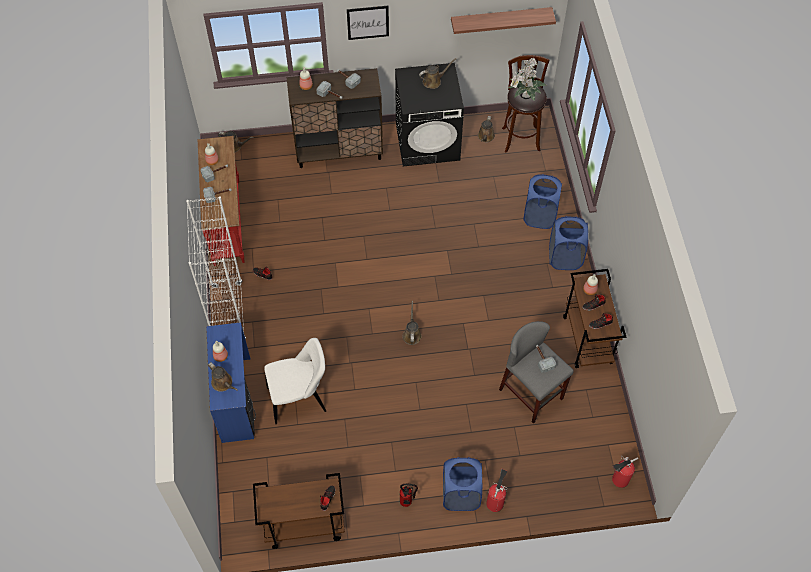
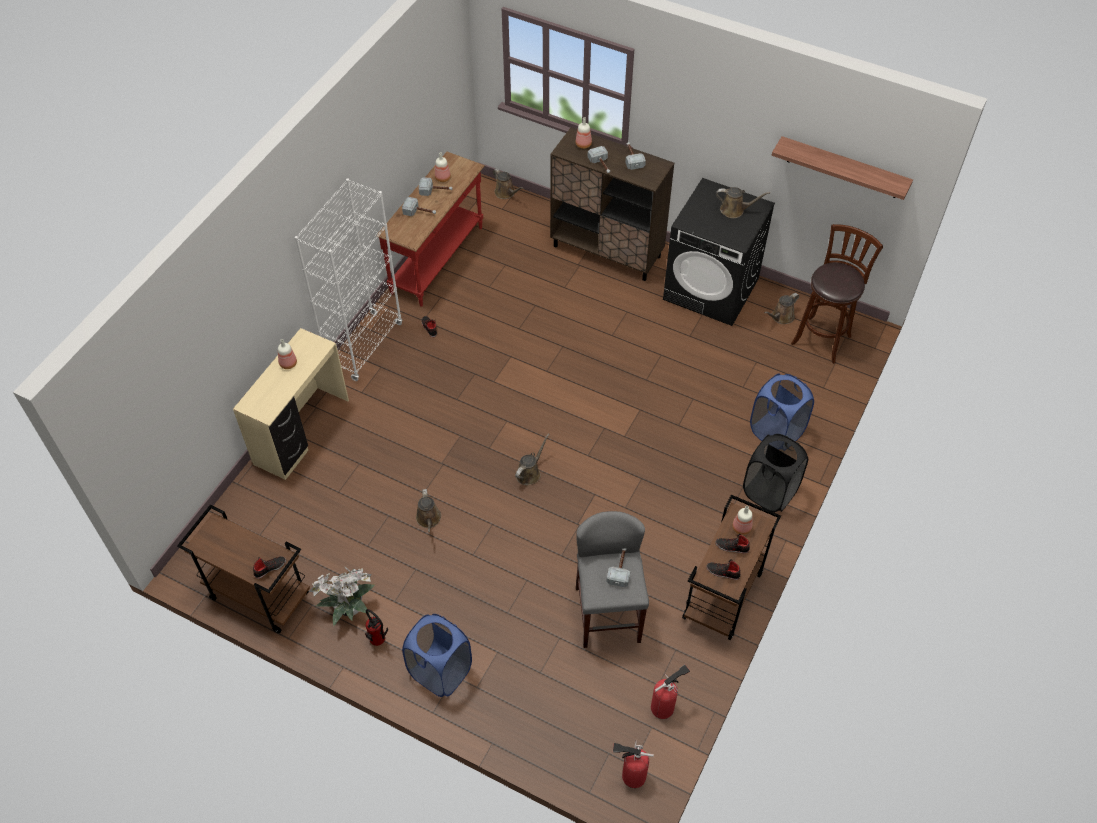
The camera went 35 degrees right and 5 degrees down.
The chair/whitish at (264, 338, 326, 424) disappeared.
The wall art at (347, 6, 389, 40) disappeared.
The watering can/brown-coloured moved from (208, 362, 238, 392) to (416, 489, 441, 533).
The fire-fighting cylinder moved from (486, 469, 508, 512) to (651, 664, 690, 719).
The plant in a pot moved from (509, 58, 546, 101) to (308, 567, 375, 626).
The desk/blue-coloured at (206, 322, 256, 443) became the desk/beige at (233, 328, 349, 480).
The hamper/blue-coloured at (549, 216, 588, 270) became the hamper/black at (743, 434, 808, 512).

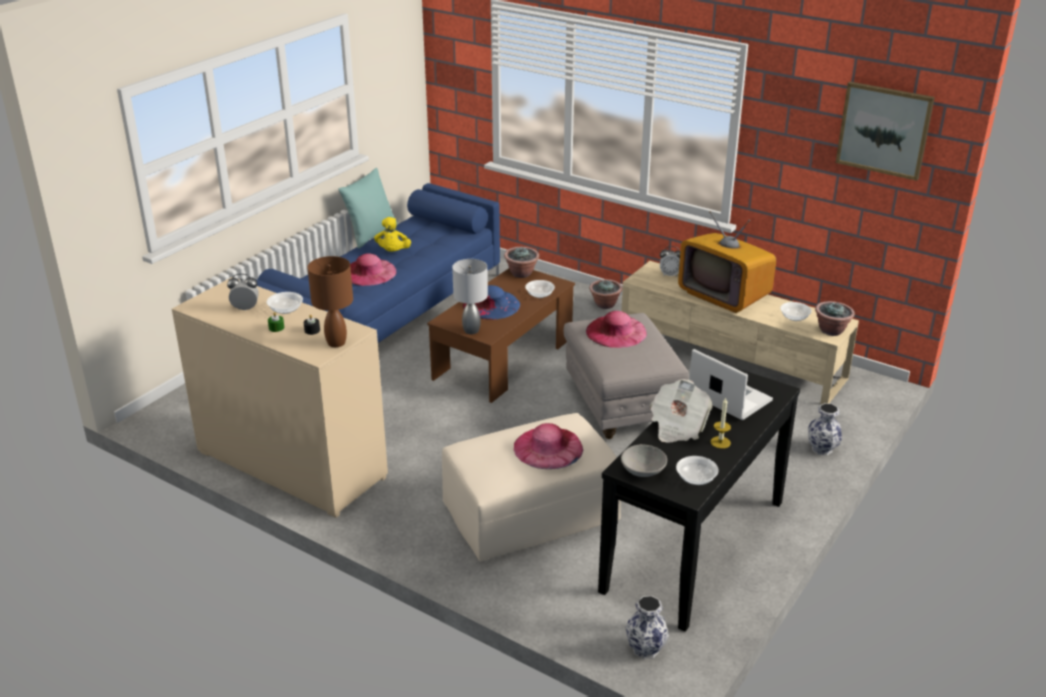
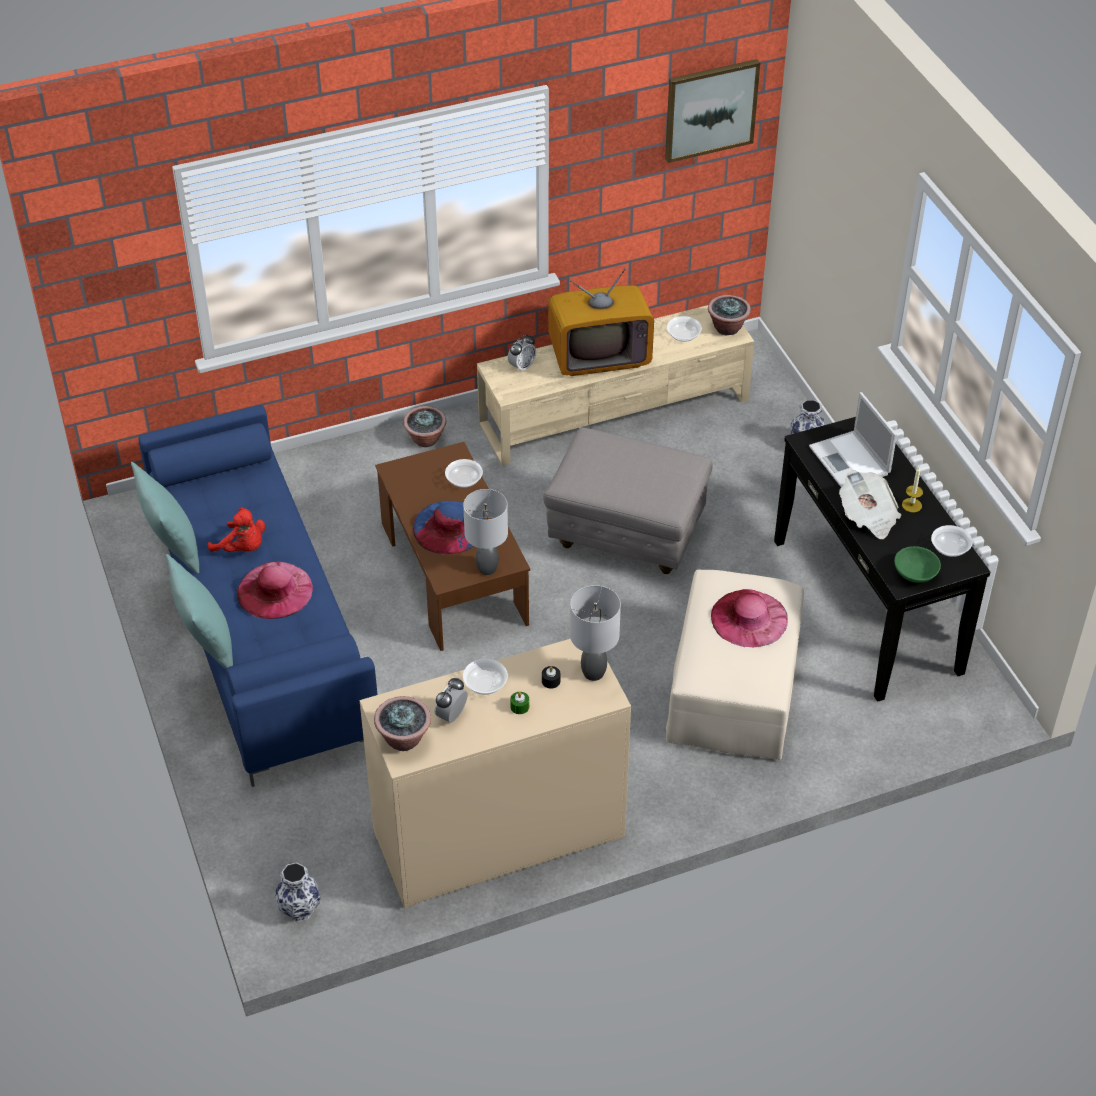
The camera went 55 degrees left and 15 degrees up.
The wearable hat/pinkish at (586, 311, 647, 348) disappeared.
The throw pillow/turquoise-coloured at (166, 554, 233, 669) appeared.
The plant in a pot moved from (504, 247, 539, 278) to (374, 696, 431, 751).
The flower vase moved from (626, 596, 669, 659) to (275, 863, 321, 922).
The lamp for a table/brown-coloured at (307, 256, 353, 347) became the lamp for a table/greyish at (570, 585, 621, 681).
The plush toy/yellow at (374, 217, 411, 252) became the plush toy/red at (208, 507, 265, 552).
The serving bowl/greyish at (621, 444, 667, 477) became the serving bowl/green-coloured at (894, 546, 941, 583).
The portable computer at (689, 349, 773, 420) turned 105 degrees counterclockwise.

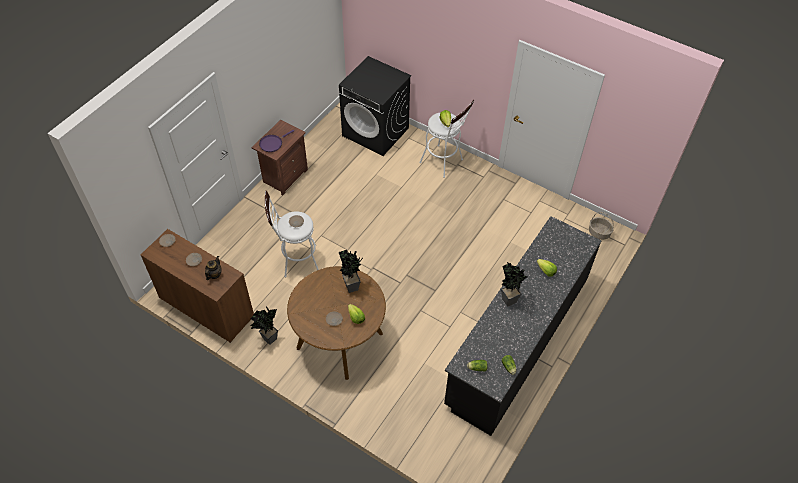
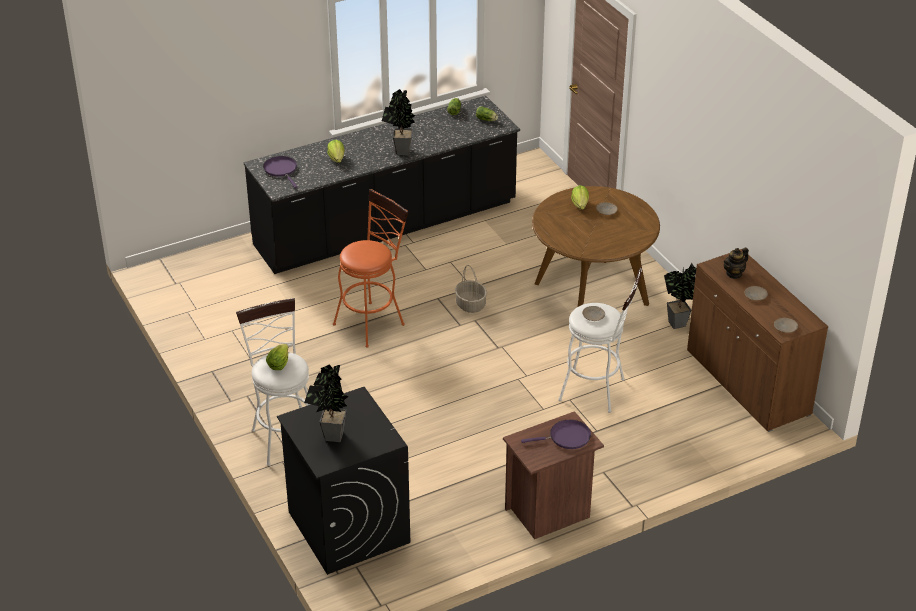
The camera went 150 degrees left and 15 degrees down.
The skillet/purple at (263, 156, 297, 188) appeared.
The sitting stool/orange-coloured at (333, 189, 409, 348) appeared.
The plant in a pot moved from (339, 250, 363, 293) to (304, 364, 348, 442).
The household basket moved from (589, 212, 614, 240) to (455, 265, 487, 313).

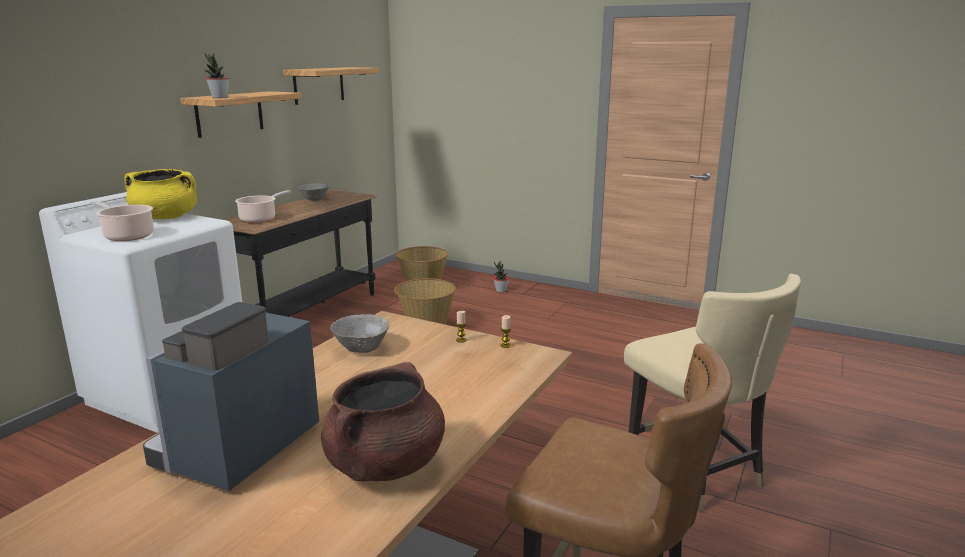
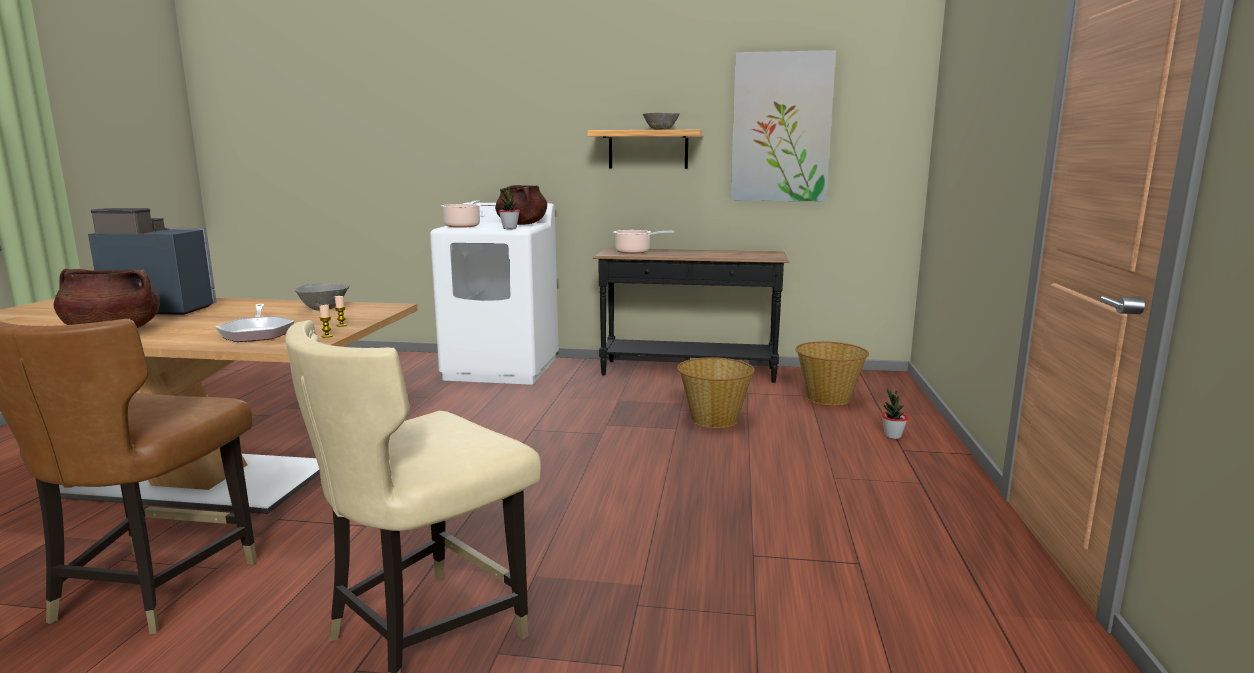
The camera went 70 degrees right and 5 degrees down.
The skillet at (215, 304, 294, 342) appeared.
The plant in a pot moved from (204, 53, 229, 98) to (499, 187, 520, 229).
The serving bowl/greyish moved from (298, 183, 330, 201) to (643, 113, 680, 130).
The bracket shelf at (283, 67, 379, 105) was replaced by the wall art at (730, 50, 836, 201).
The saucepot/yellow at (124, 169, 197, 219) became the saucepot/brown-coloured at (495, 185, 547, 225).

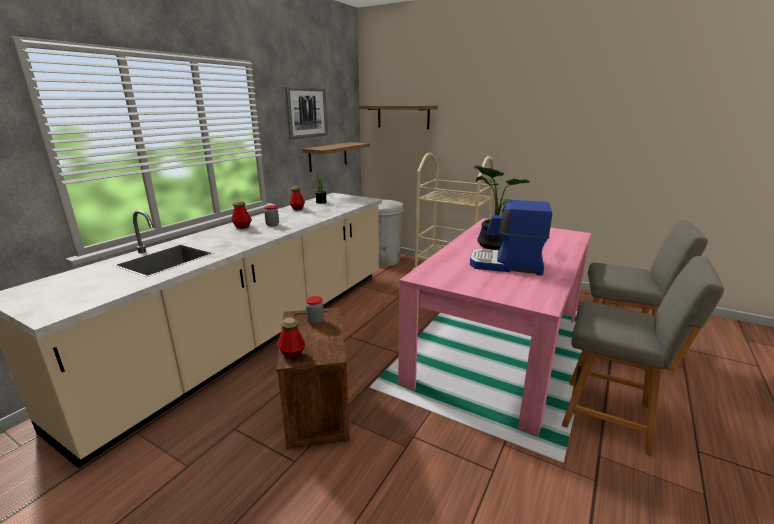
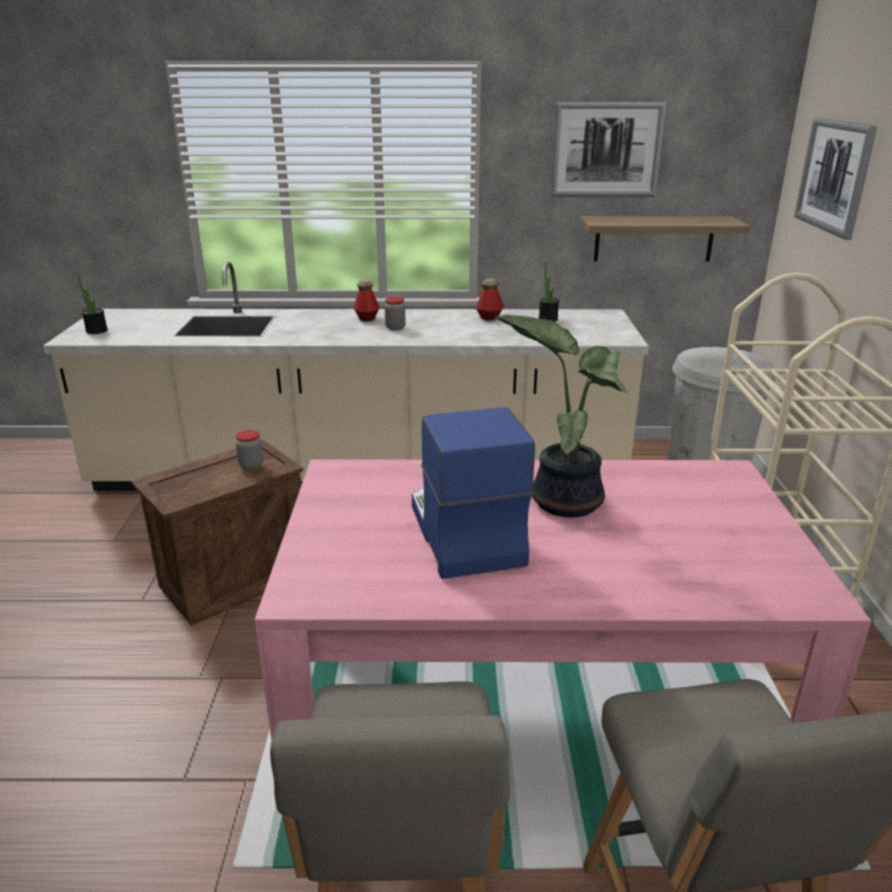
The camera went 60 degrees right and 5 degrees up.
The beverage bottle at (277, 317, 305, 359) disappeared.
The plant in a pot at (77, 272, 108, 334) appeared.
The bracket shelf at (358, 105, 438, 129) was replaced by the wall art at (794, 118, 877, 240).

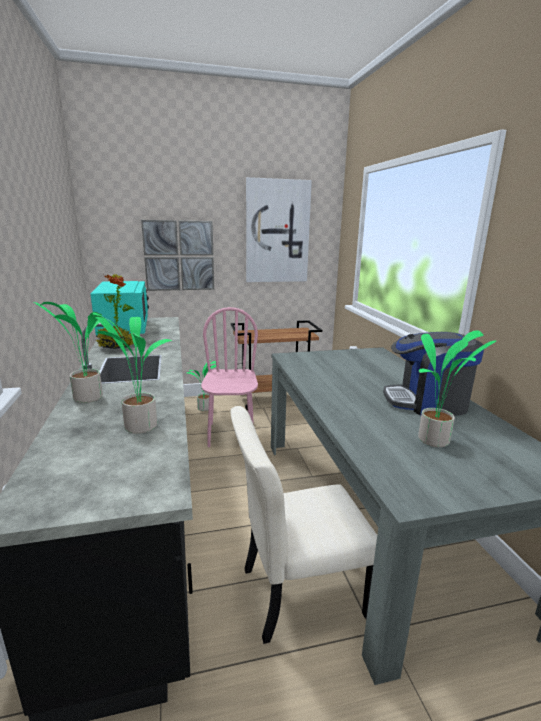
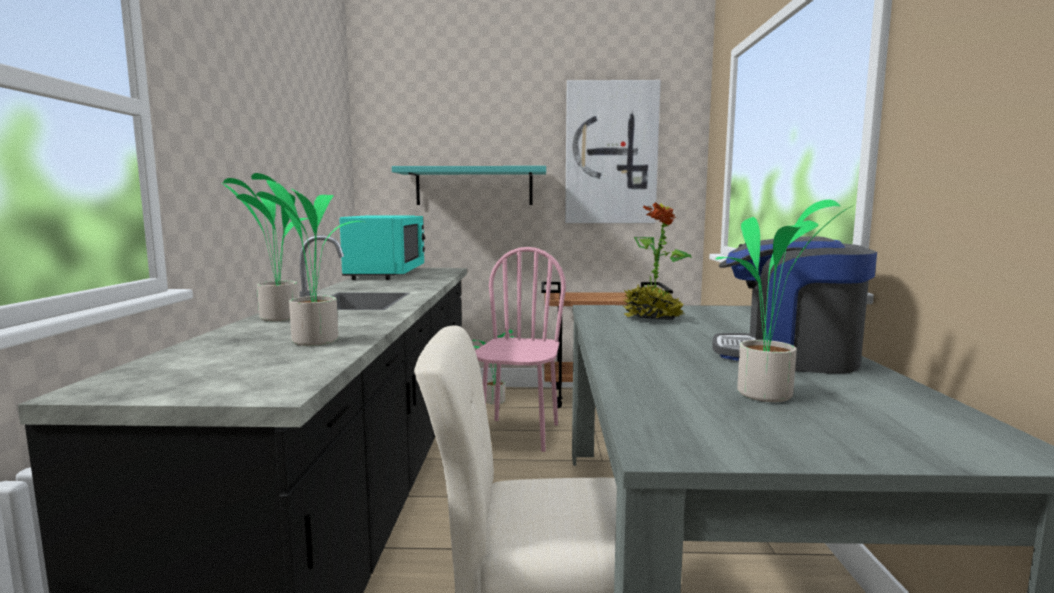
The camera went 15 degrees right and 10 degrees down.
The plant in a pot moved from (96, 274, 134, 349) to (623, 202, 692, 320).
The wall art at (141, 220, 214, 291) was replaced by the bracket shelf/turquoise-coloured at (392, 166, 546, 205).

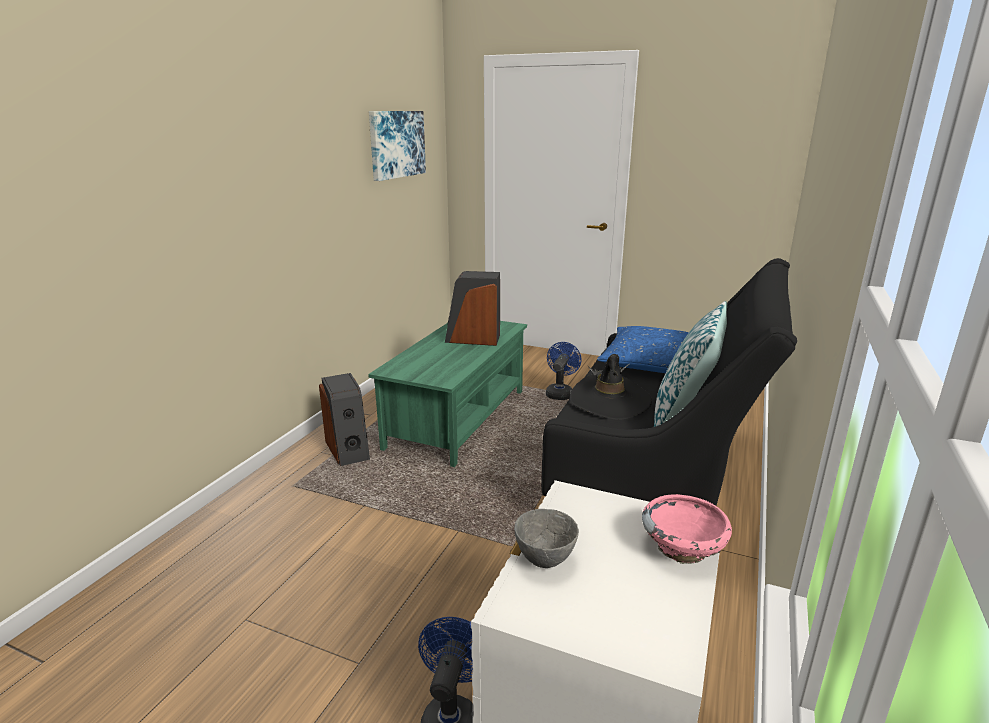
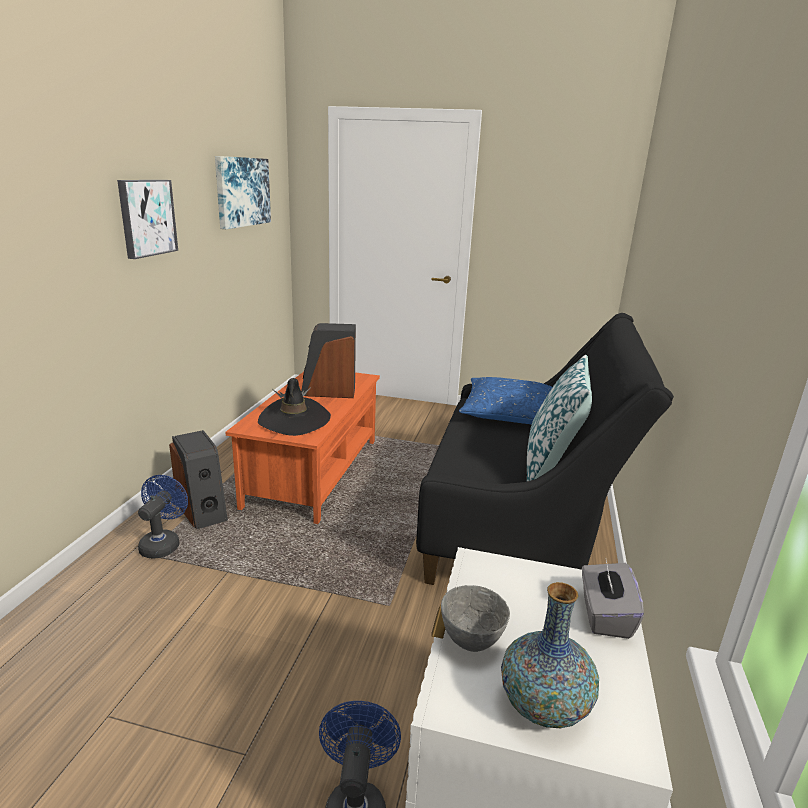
The camera went 10 degrees left and 0 degrees up.
The wall art at (117, 180, 178, 259) appeared.
The flower vase at (501, 582, 599, 728) appeared.
The cooling fan/blue-coloured moved from (546, 342, 581, 400) to (138, 475, 188, 559).
The wearable hat/black moved from (570, 354, 652, 420) to (258, 378, 331, 436).
The serving bowl/pinkish at (642, 494, 732, 564) was replaced by the tissue box/greyish at (582, 560, 644, 639).
The coffee table/green-coloured at (368, 321, 527, 467) became the coffee table/orange-coloured at (225, 372, 380, 524).

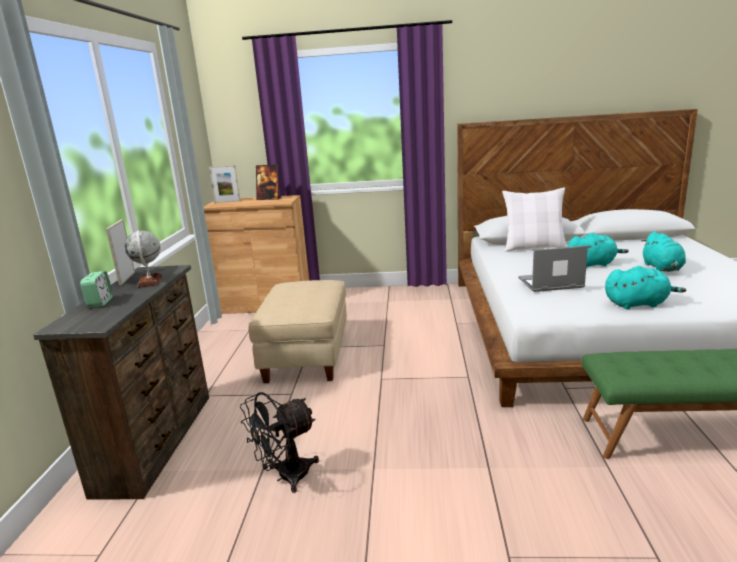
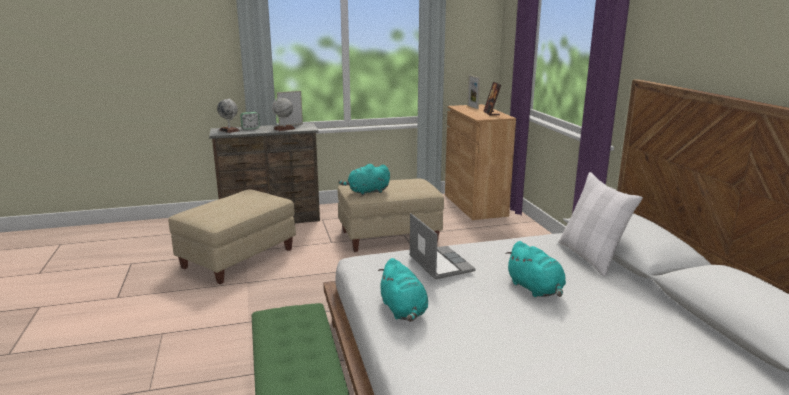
The camera went 70 degrees right and 0 degrees up.
The globe at (217, 98, 240, 133) appeared.
The plush toy/turquoise-coloured moved from (641, 232, 686, 272) to (338, 164, 390, 196).
The cooling fan/black at (240, 392, 319, 493) was replaced by the ottoman/beige at (168, 189, 296, 284).

